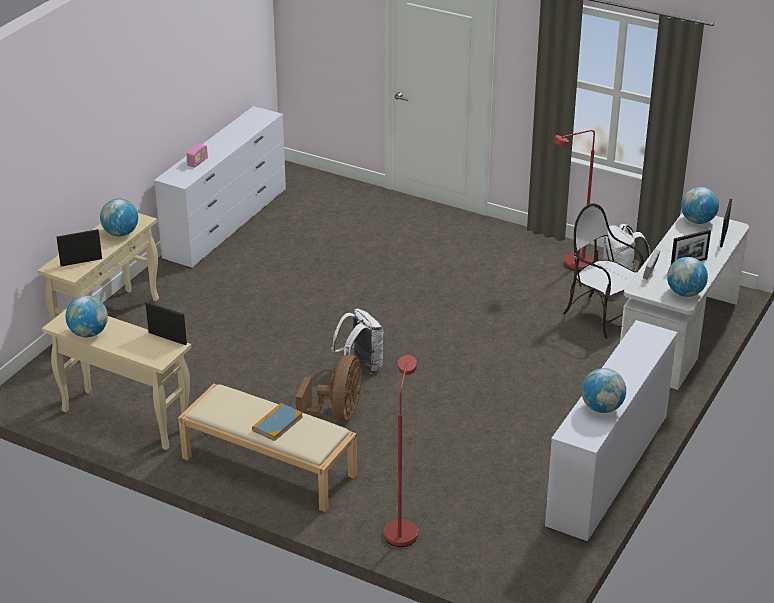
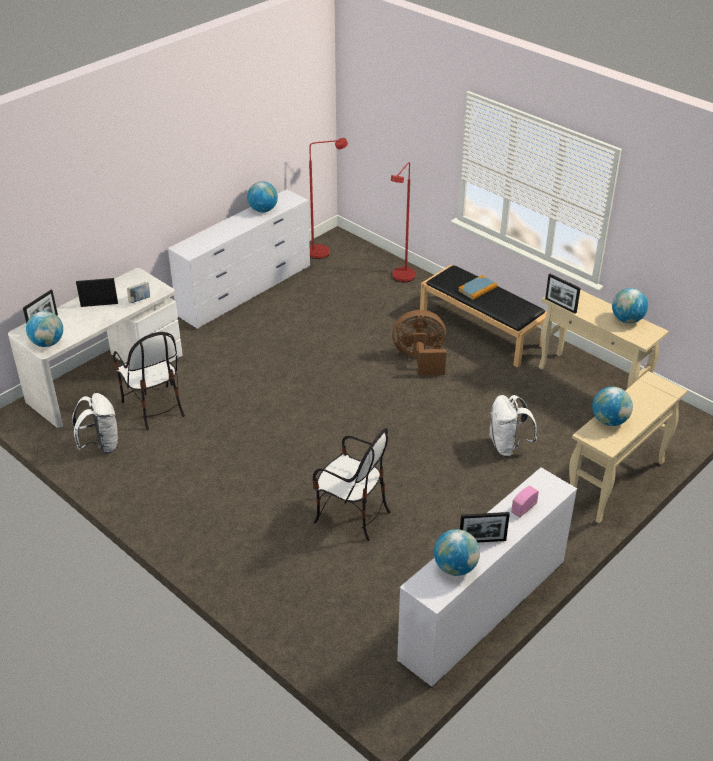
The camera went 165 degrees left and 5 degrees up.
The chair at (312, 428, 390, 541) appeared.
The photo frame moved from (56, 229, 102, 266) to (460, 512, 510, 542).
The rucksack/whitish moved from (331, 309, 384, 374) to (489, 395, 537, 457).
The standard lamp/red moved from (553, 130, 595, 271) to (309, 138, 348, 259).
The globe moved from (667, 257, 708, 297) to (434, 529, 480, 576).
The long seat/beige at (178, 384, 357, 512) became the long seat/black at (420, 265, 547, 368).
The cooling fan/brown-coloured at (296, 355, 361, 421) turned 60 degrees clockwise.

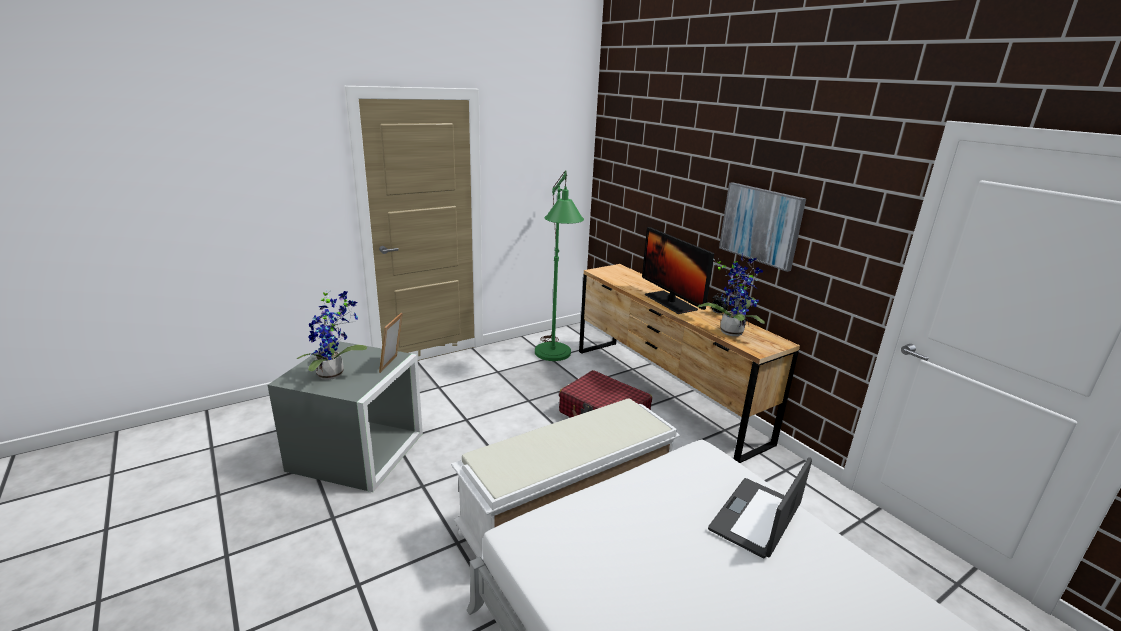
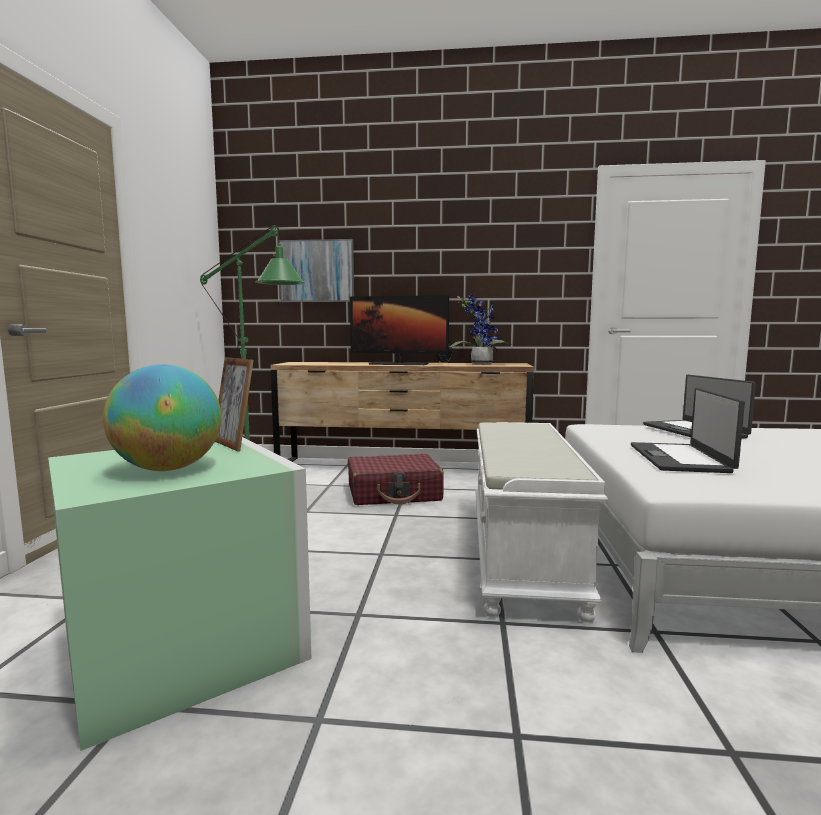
The camera went 50 degrees left and 15 degrees down.
The portable computer at (631, 388, 745, 473) appeared.
The wall art moved from (719, 182, 806, 272) to (279, 239, 354, 302).
The plant in a pot at (297, 289, 368, 380) was replaced by the globe at (103, 364, 221, 471).
The storage container/greyish at (268, 341, 423, 492) became the storage container/green-coloured at (48, 437, 311, 751).

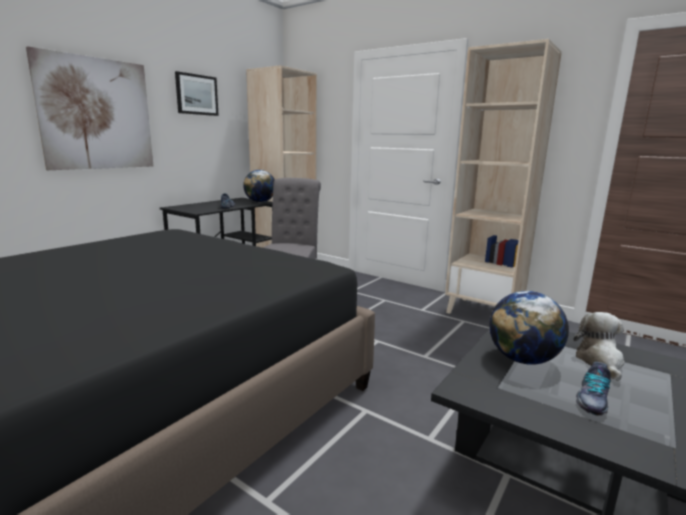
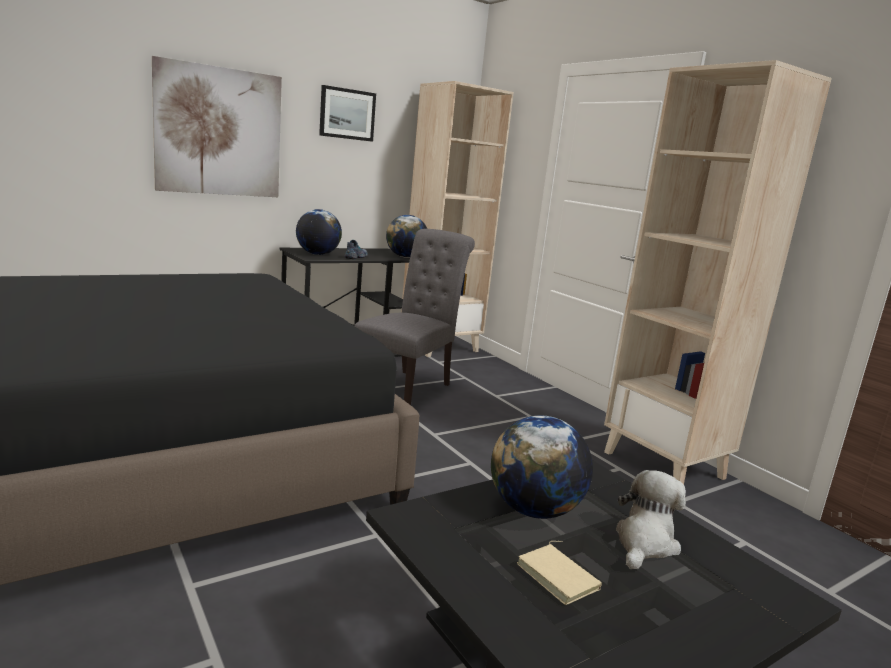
The camera went 20 degrees right and 0 degrees up.
The globe at (296, 209, 342, 255) appeared.
The shoe at (576, 362, 611, 416) was replaced by the volume/beige at (517, 541, 602, 605).

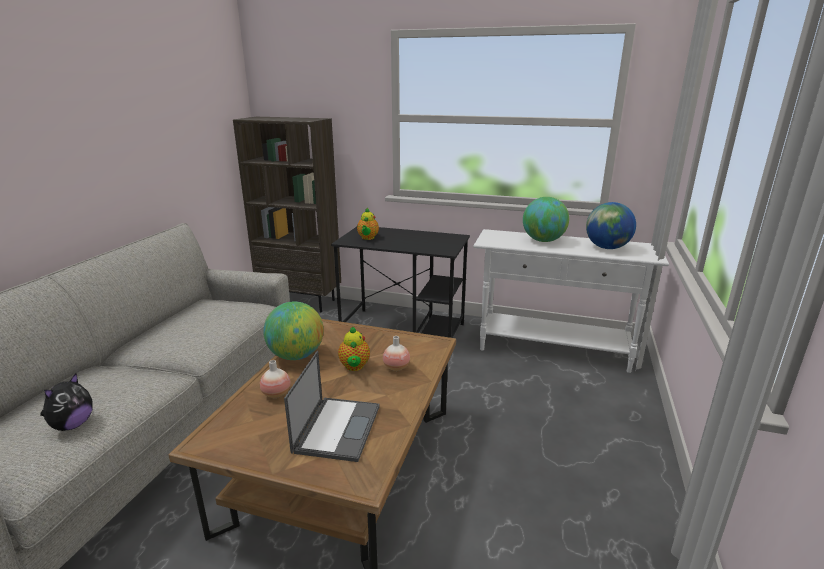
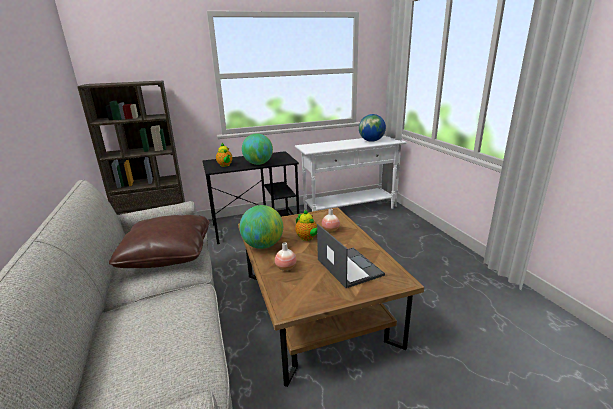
The camera went 35 degrees left and 0 degrees up.
The plush toy at (40, 373, 93, 431) disappeared.
The throw pillow/brown-coloured at (109, 215, 210, 268) appeared.
The globe moved from (523, 197, 569, 242) to (242, 133, 273, 165).

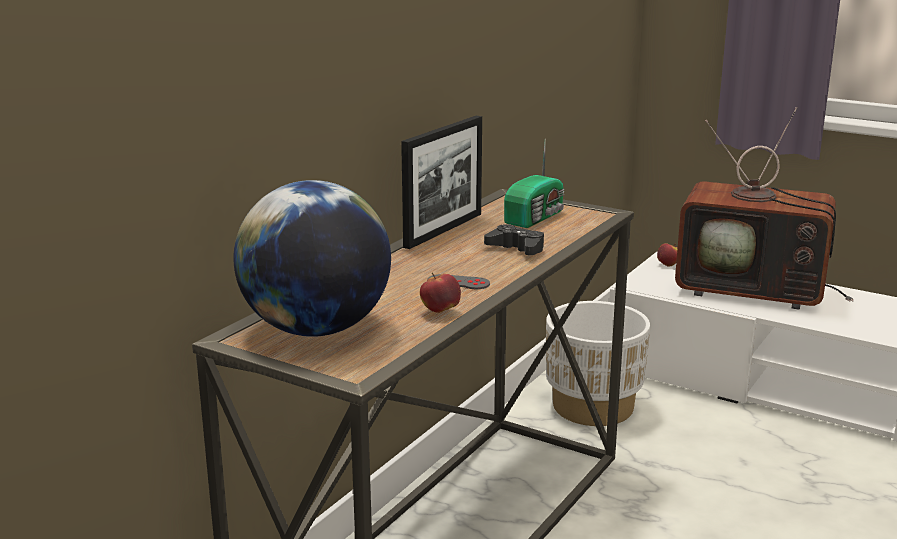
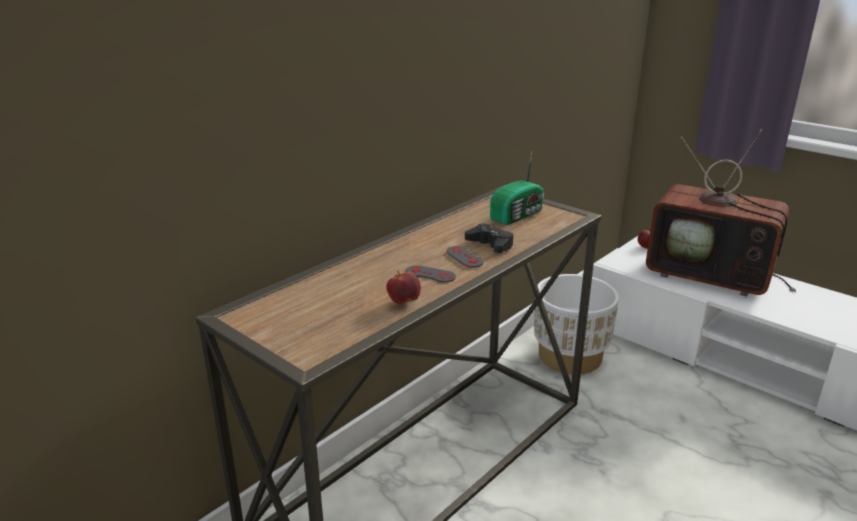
The camera went 10 degrees right and 5 degrees up.
The globe at (233, 180, 391, 337) disappeared.
The photo frame at (401, 116, 482, 249) disappeared.
The gamepad/greyish at (447, 246, 484, 268) appeared.

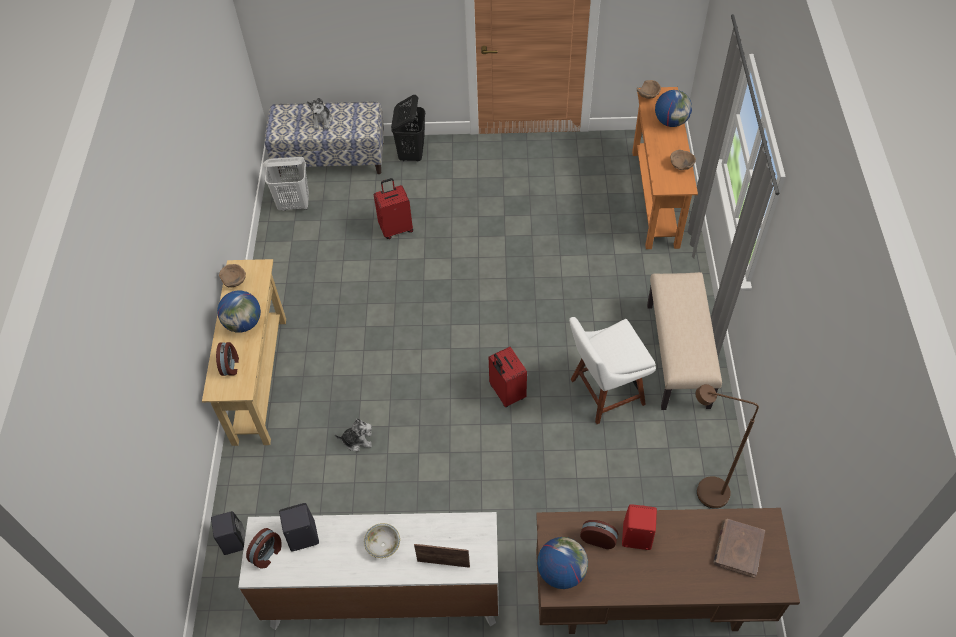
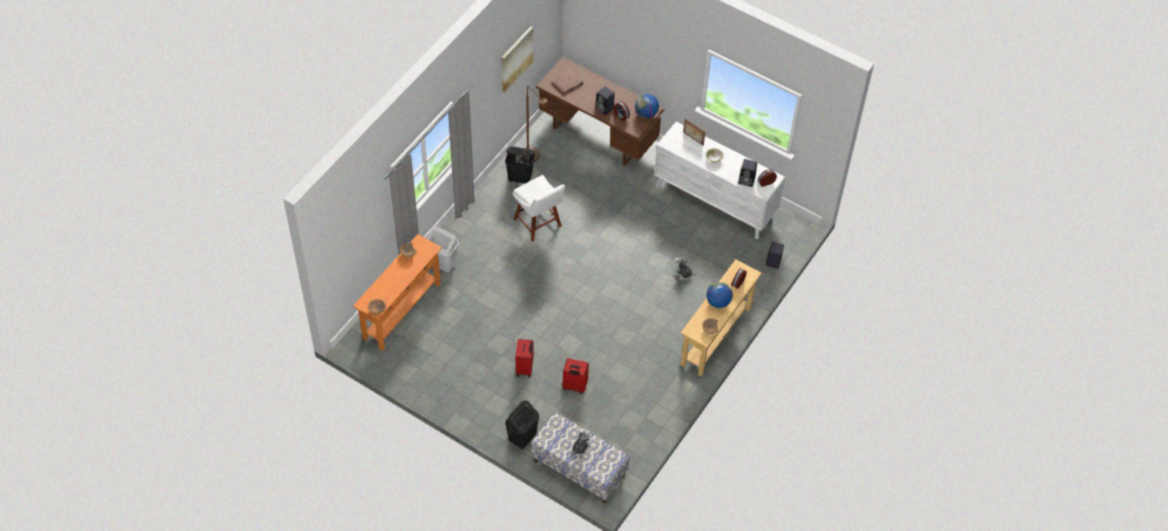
The camera went 150 degrees left and 0 degrees up.
The long seat/beige at (647, 272, 722, 410) disappeared.
The globe at (655, 90, 692, 127) disappeared.
The wall art at (501, 26, 533, 92) appeared.
The hamper/black at (505, 146, 535, 184) appeared.
The hamper/whitish moved from (263, 157, 309, 211) to (427, 227, 459, 272).
The piece of luggage/red moved from (489, 347, 527, 407) to (515, 339, 534, 378).
The audio speaker/red at (622, 504, 657, 550) became the audio speaker/black at (595, 86, 615, 115).
The chair/whitish at (569, 317, 656, 424) turned 45 degrees clockwise.

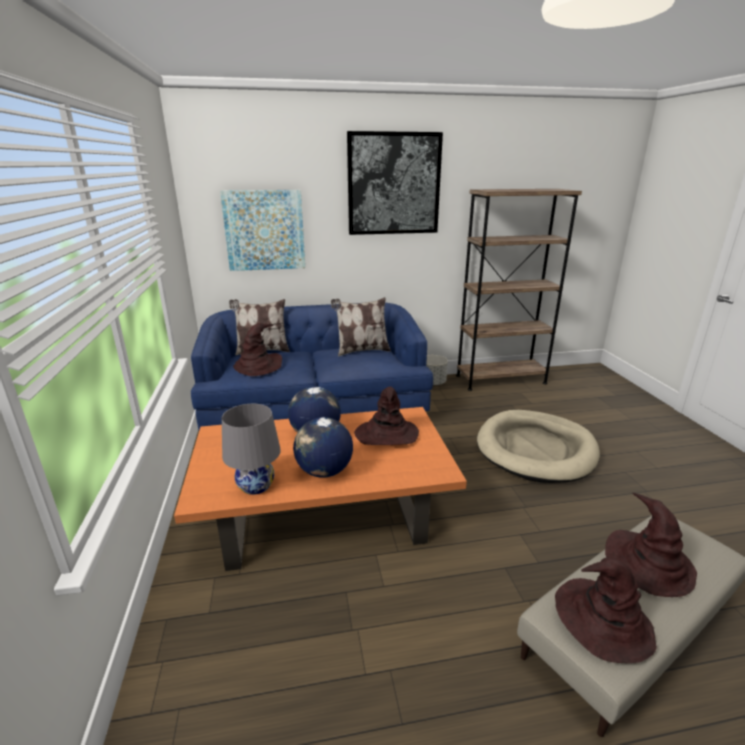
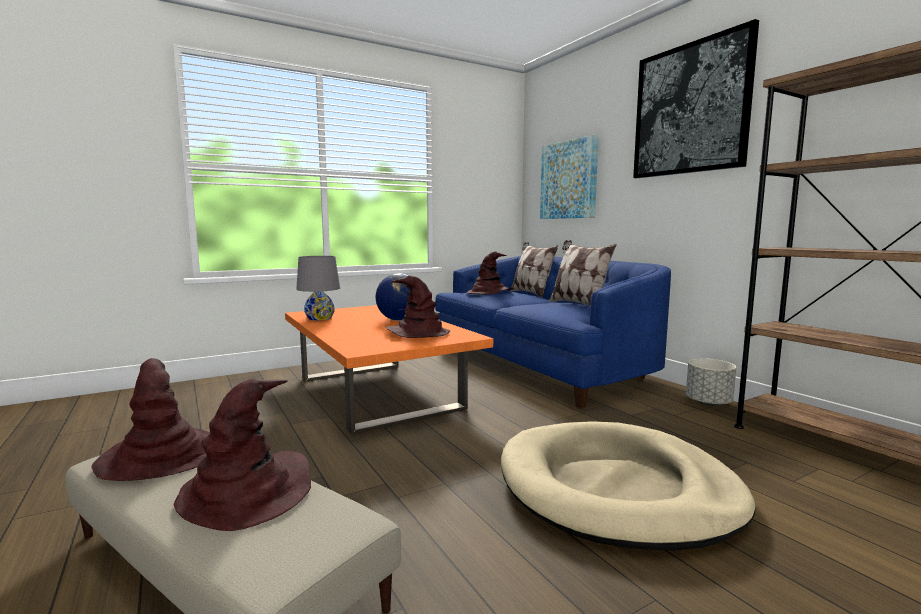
The camera went 70 degrees right and 15 degrees down.
The globe at (293, 417, 353, 478) disappeared.

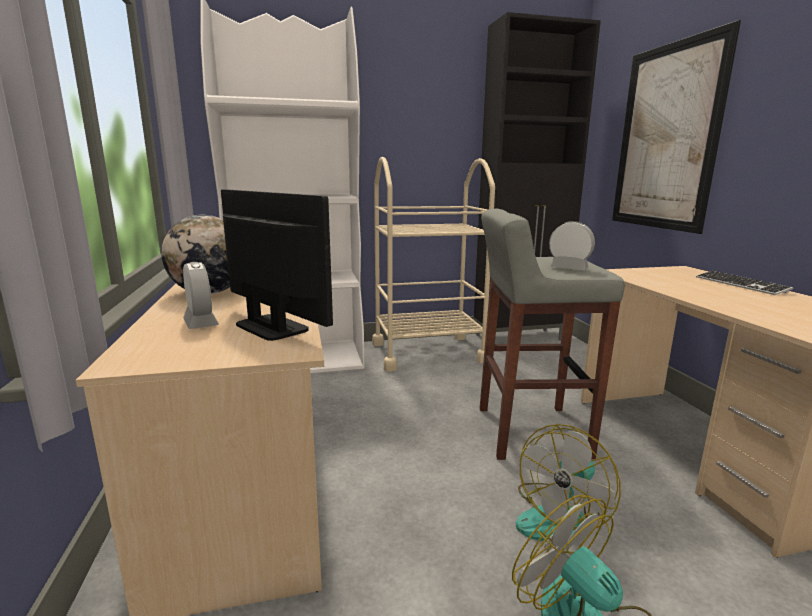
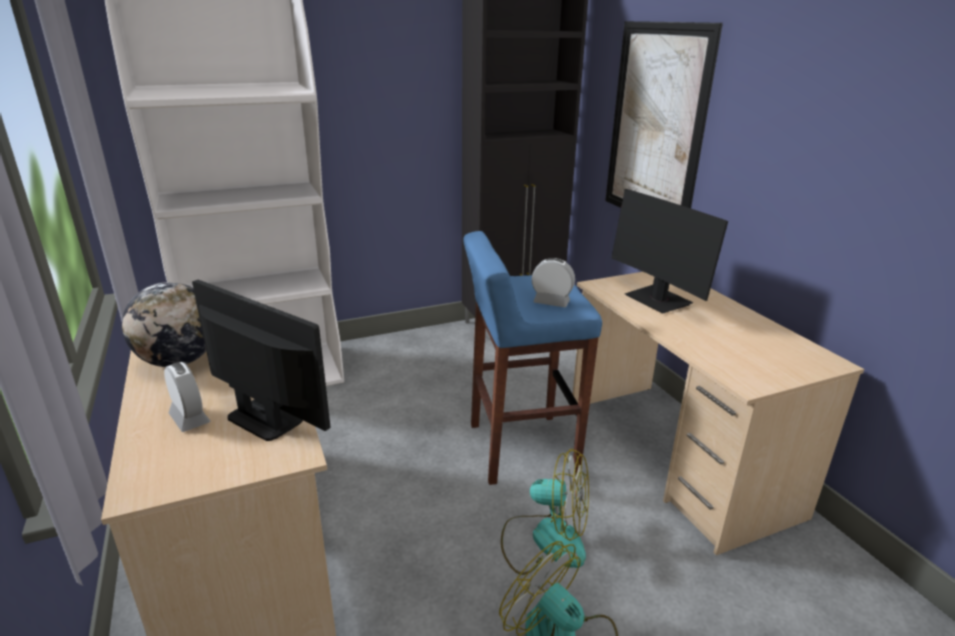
The camera went 10 degrees left and 10 degrees up.
The cart/beige at (372, 157, 495, 372) disappeared.
The computer keyboard at (696, 271, 793, 295) disappeared.
The computer screen at (612, 189, 728, 314) appeared.
The sitting stool/greyish at (480, 209, 625, 460) became the sitting stool/blue-coloured at (463, 231, 602, 485).
The cooling fan at (516, 424, 621, 542) turned 105 degrees counterclockwise.

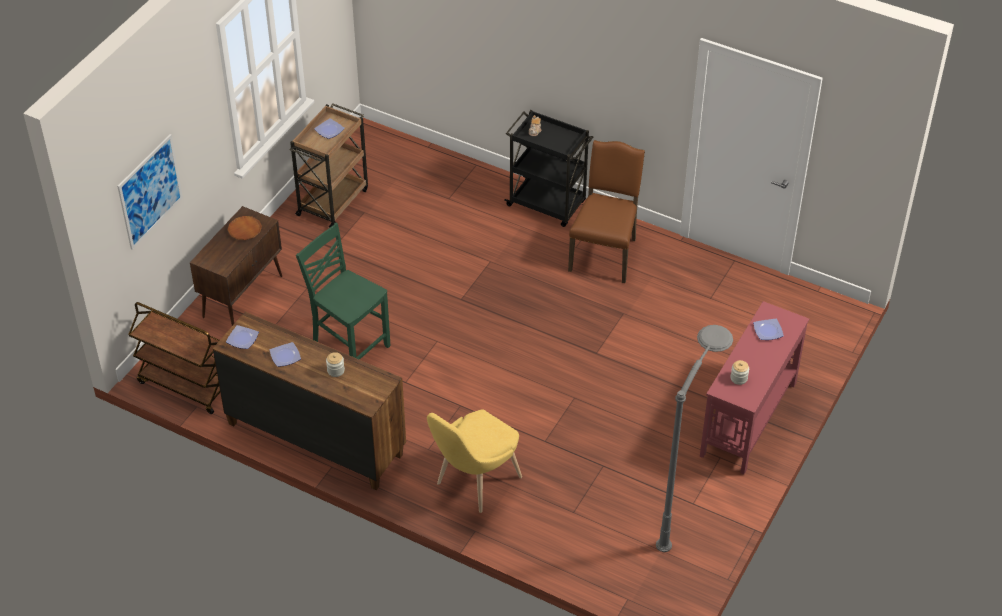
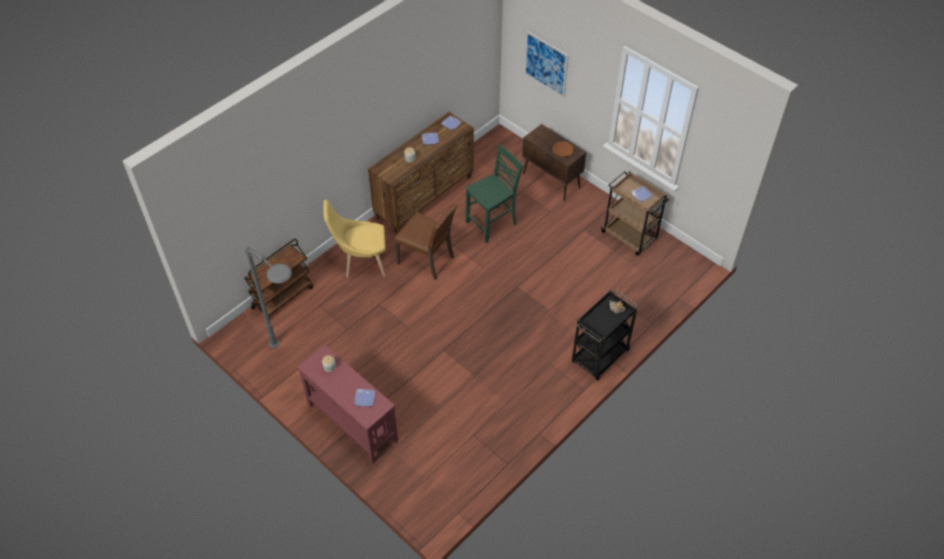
The camera went 105 degrees right and 5 degrees up.
The cart/brown-coloured moved from (128, 302, 220, 414) to (244, 238, 314, 319).
The chair/brown-coloured moved from (568, 140, 645, 283) to (394, 203, 457, 280).
The chair/yellow at (427, 409, 522, 513) turned 60 degrees counterclockwise.

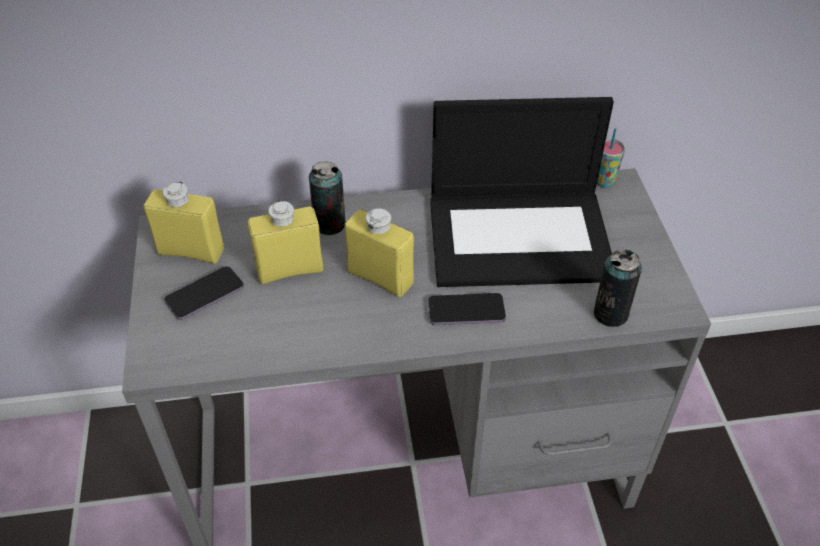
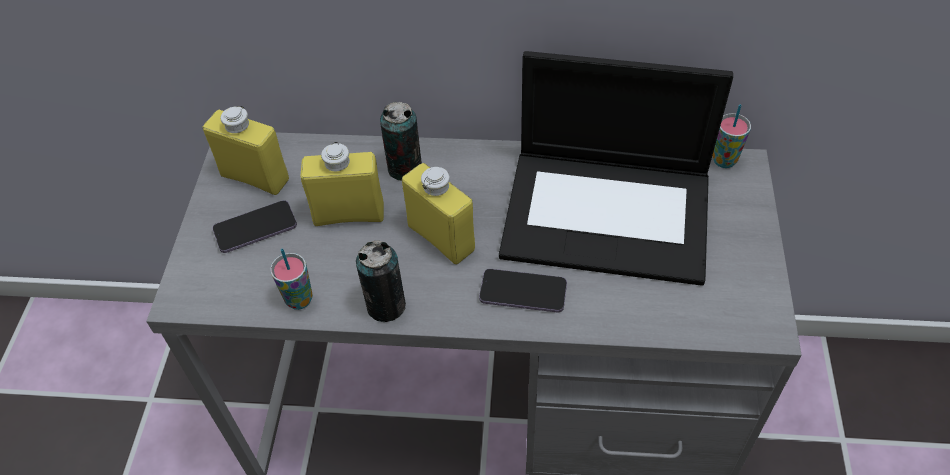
The camera went 15 degrees right and 5 degrees up.
The drinking cup at (270, 249, 313, 310) appeared.
The metal can moved from (594, 249, 642, 327) to (356, 241, 406, 322).

